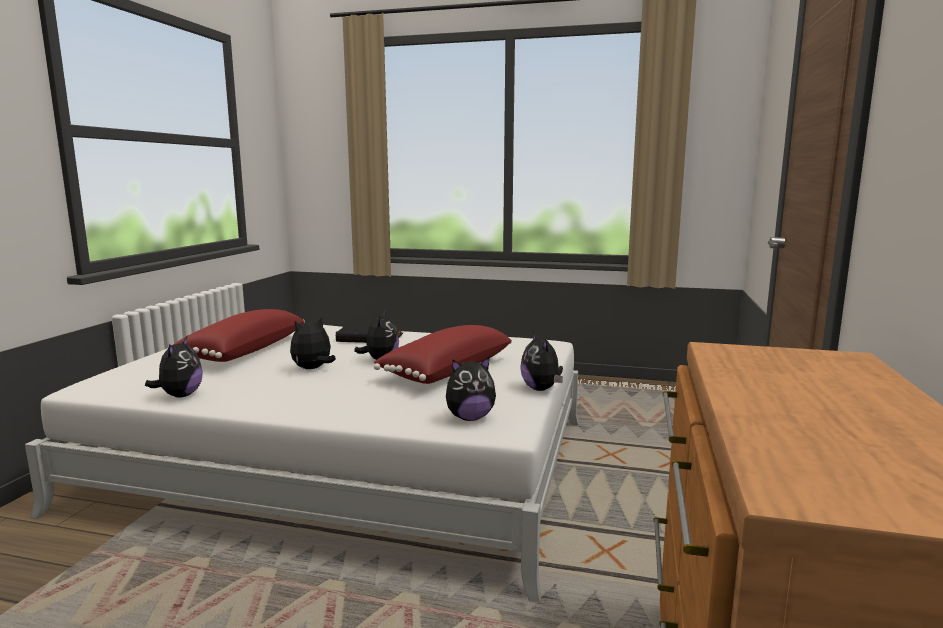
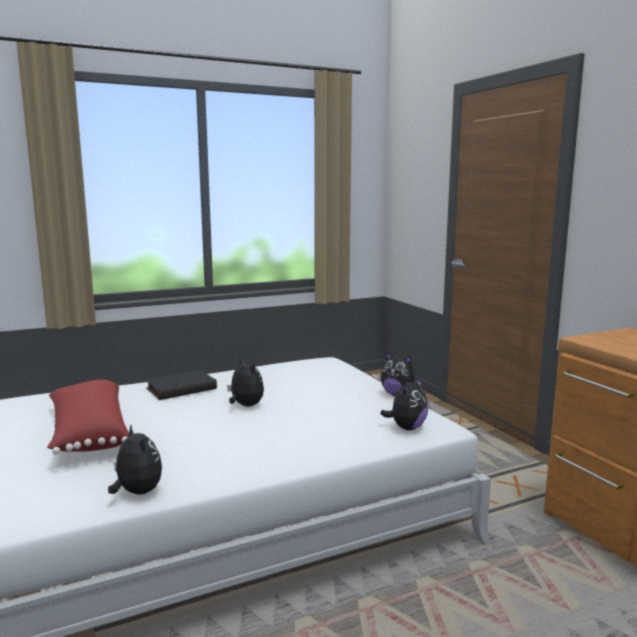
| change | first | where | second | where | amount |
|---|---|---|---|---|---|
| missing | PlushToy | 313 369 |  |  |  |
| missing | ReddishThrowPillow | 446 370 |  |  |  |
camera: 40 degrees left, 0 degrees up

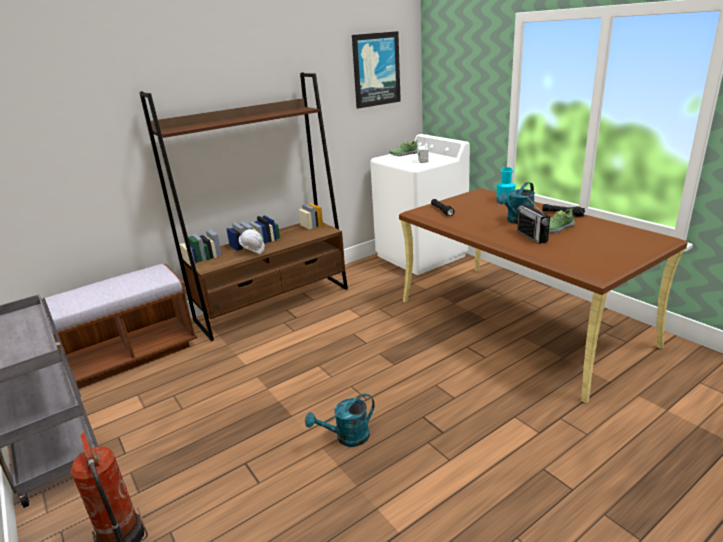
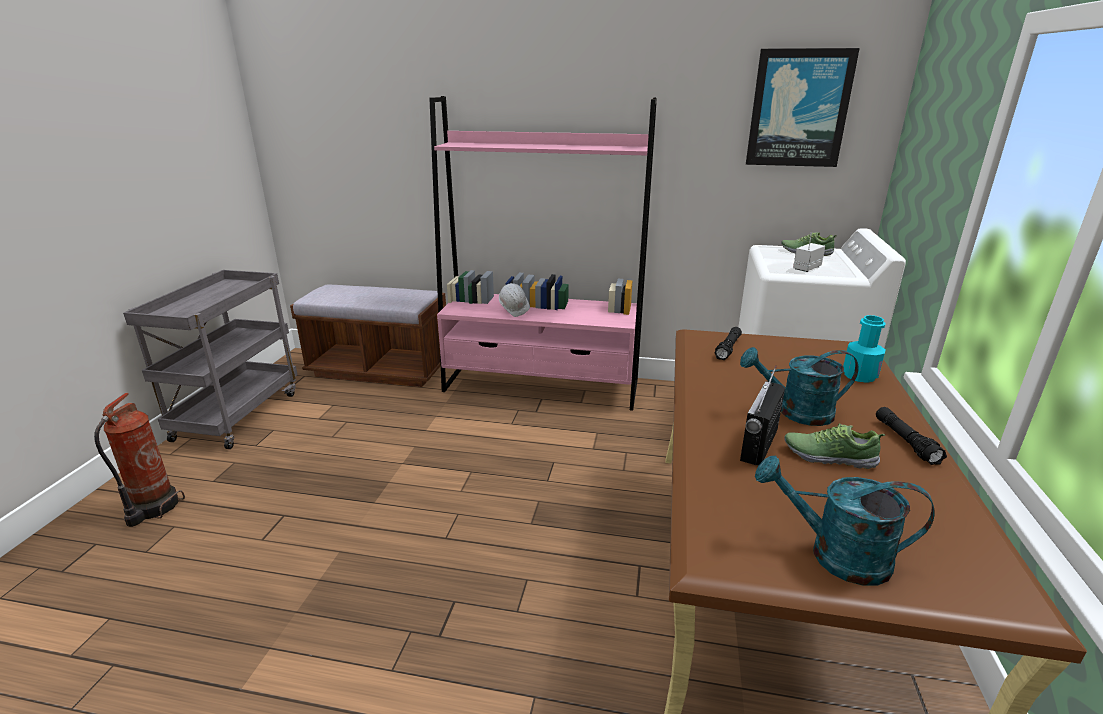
| change | first | where | second | where | amount |
|---|---|---|---|---|---|
| colour | BrownishShelvingUnit | 274 304 | PinkColouredShelvingUnit | 541 386 |  |
| relocated | BlueGreenSprinklingCan | 347 438 |  | 835 555 |  |
camera: 45 degrees right, 0 degrees up

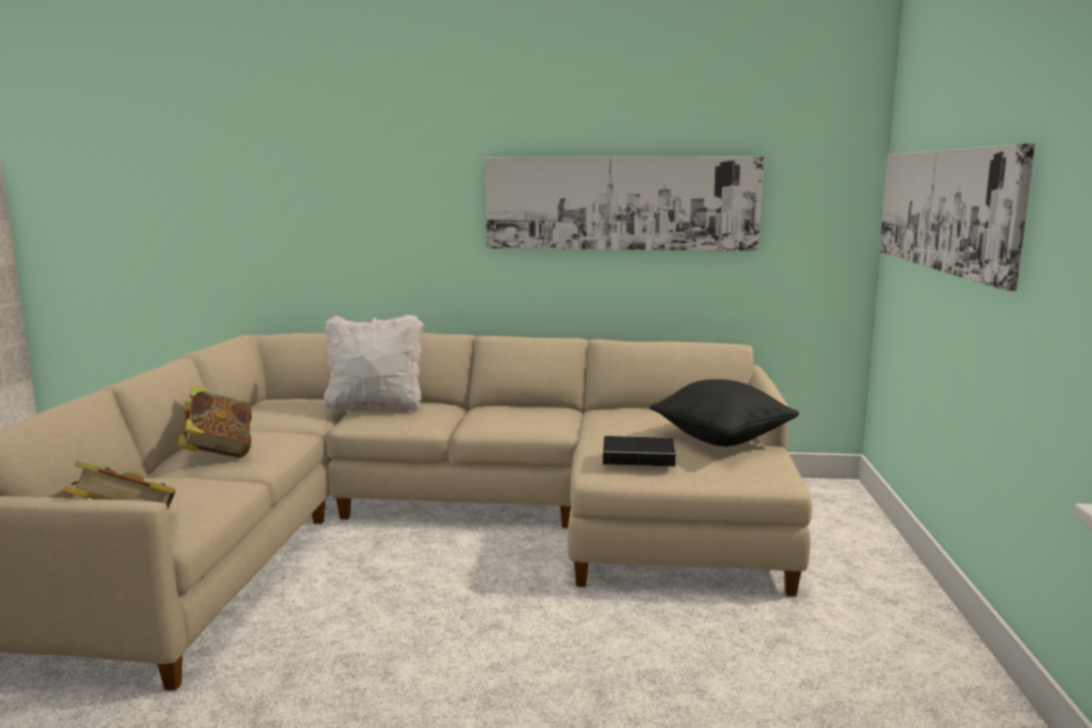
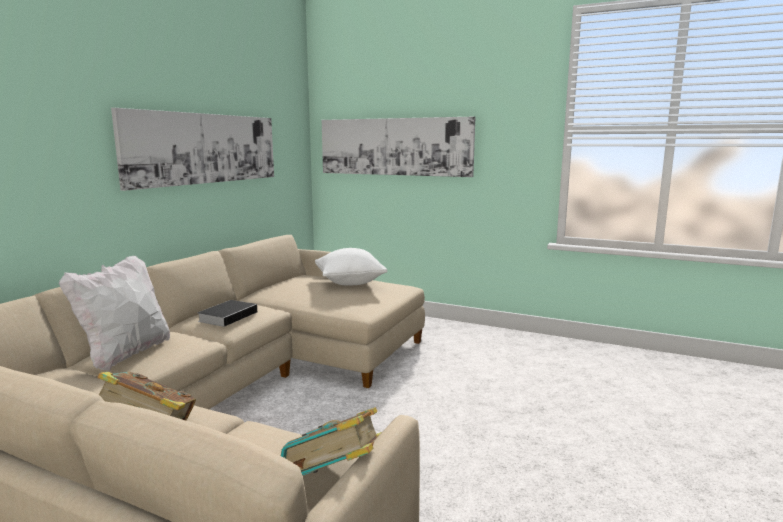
| change | first | where | second | where | amount |
|---|---|---|---|---|---|
| colour | BlackThrowPillow | 722 439 | WhiteThrowPillow | 350 282 |  |
| relocated | Book | 641 457 |  | 229 316 |  |
camera: 70 degrees left, 0 degrees up

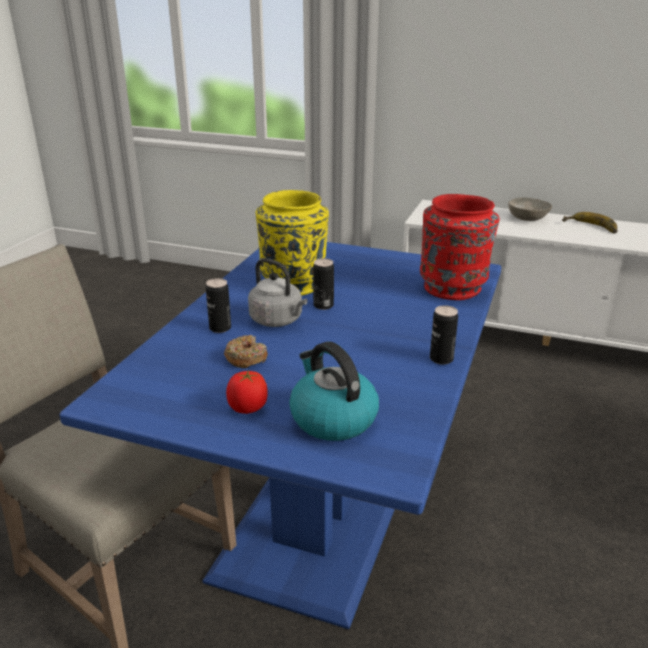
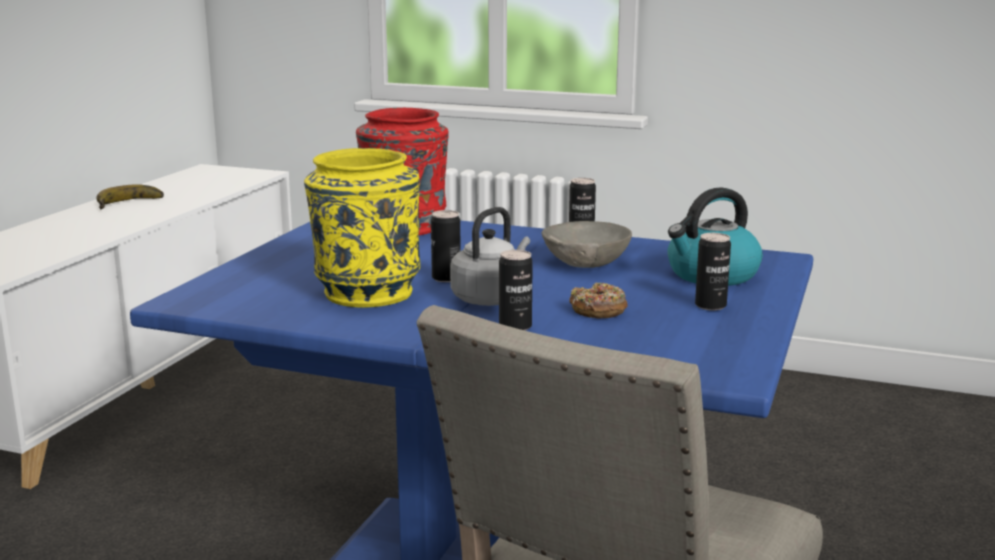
| change | first | where | second | where | amount |
|---|---|---|---|---|---|
| relocated | GreyishDeepDish | 527 219 |  | 587 264 |  |
| exchanged | Tomato | 247 408 | SealedCan | 710 306 |  |
camera: 90 degrees left, 10 degrees down

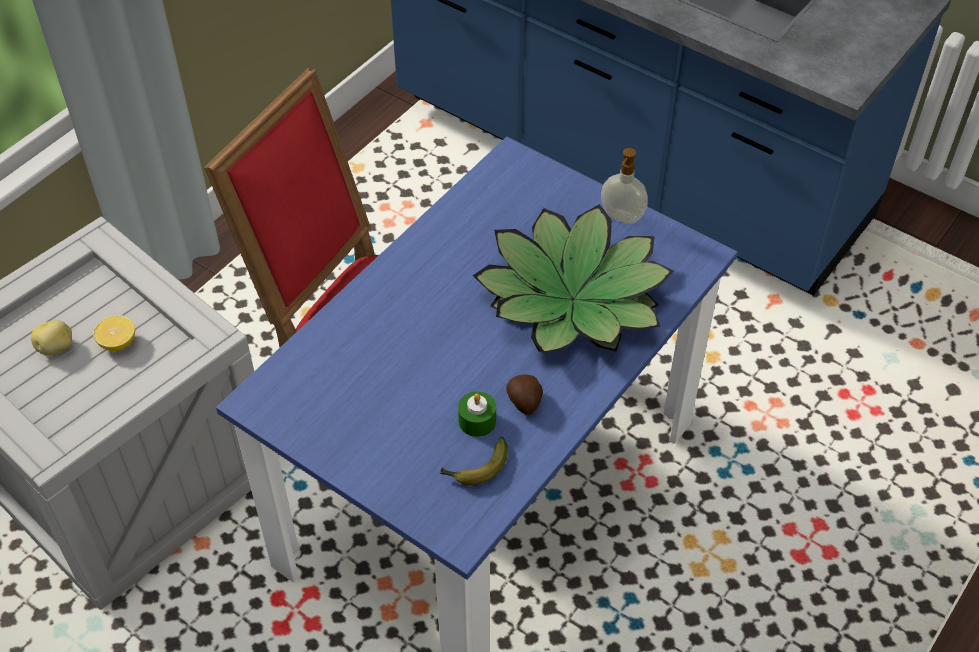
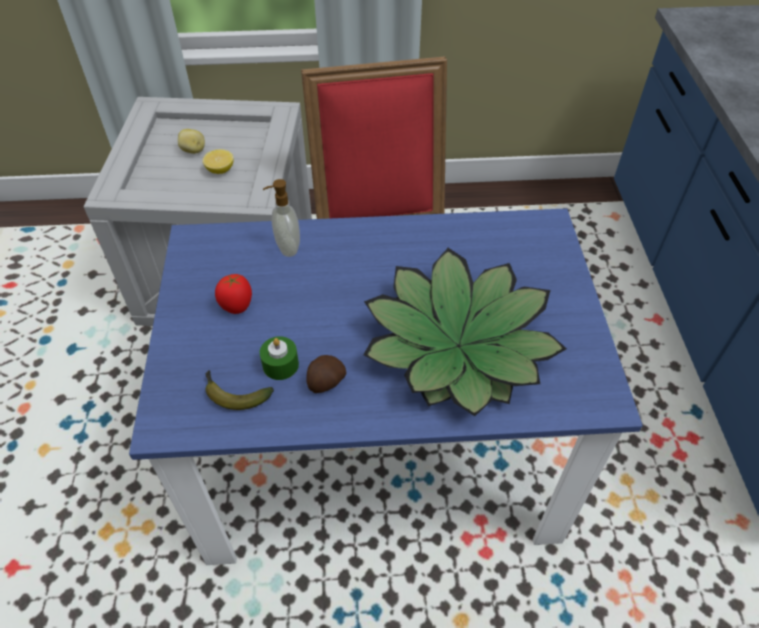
| change | first | where | second | where | amount |
|---|---|---|---|---|---|
| relocated | LiquidSoapBottle | 621 217 |  | 287 247 |  |
| appeared |  |  | Tomato | 237 307 |  |
camera: 50 degrees right, 0 degrees up

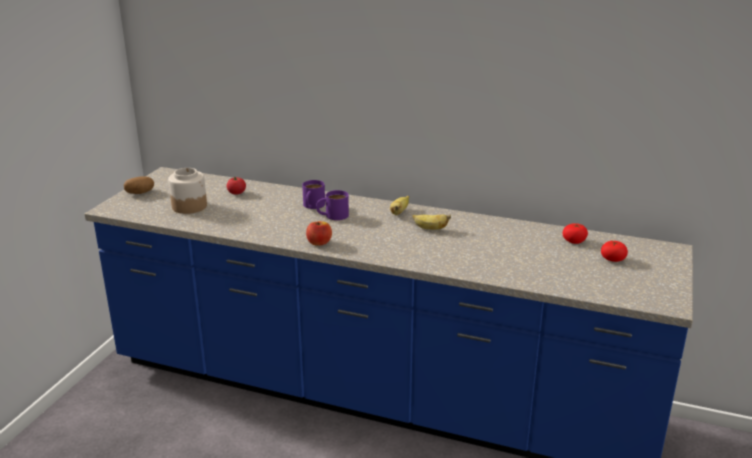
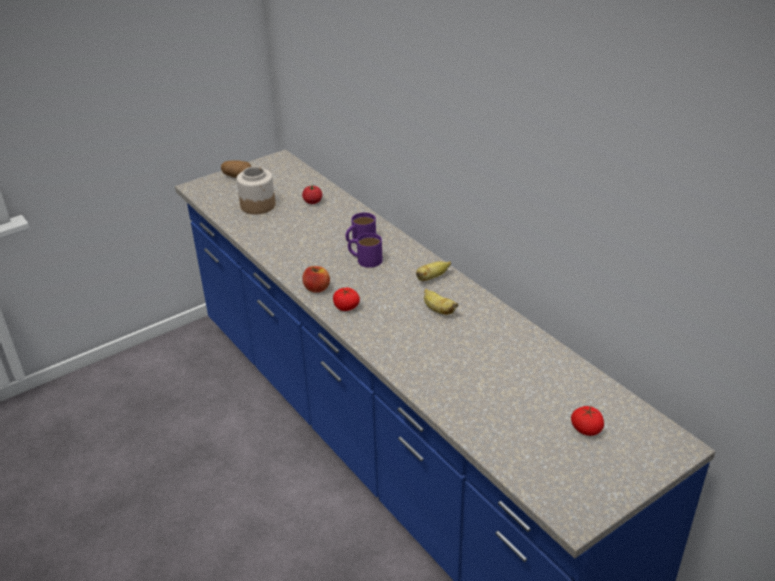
| change | first | where | second | where | amount |
|---|---|---|---|---|---|
| relocated | Tomato | 574 241 |  | 346 306 |  |
camera: 35 degrees right, 10 degrees up

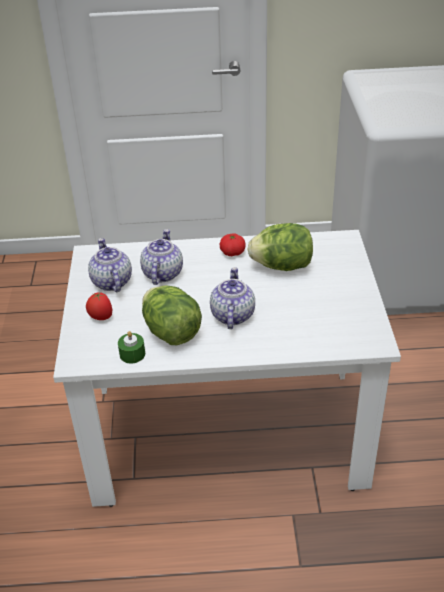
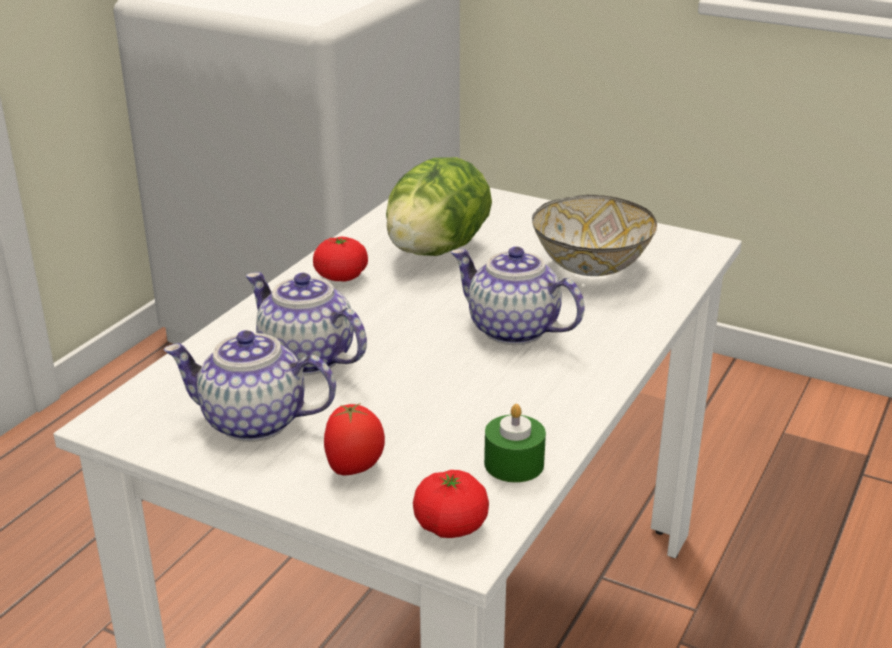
| change | first | where | second | where | amount |
|---|---|---|---|---|---|
| missing | HeadOfLettuce | 171 332 |  |  |  |
| appeared |  |  | DeepDish | 590 267 |  |
| appeared |  |  | Tomato | 450 525 |  |
camera: 60 degrees left, 10 degrees down

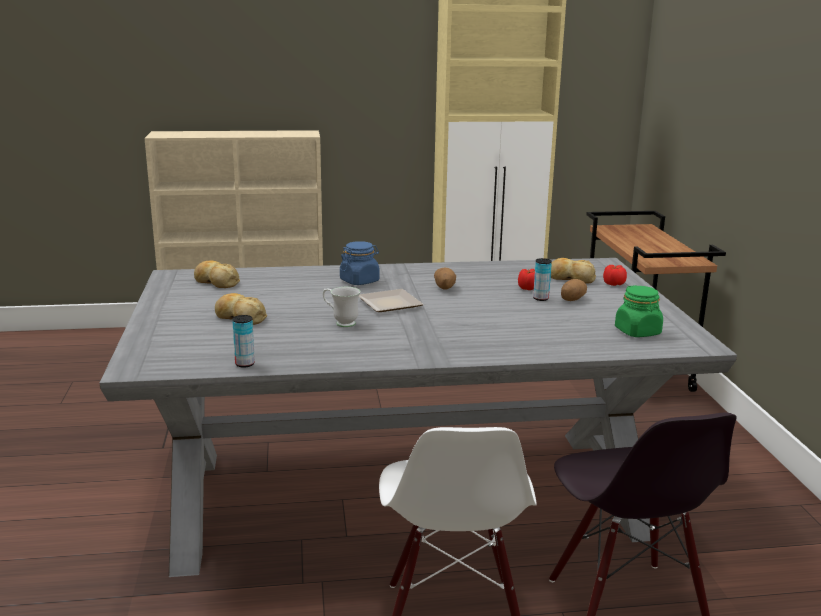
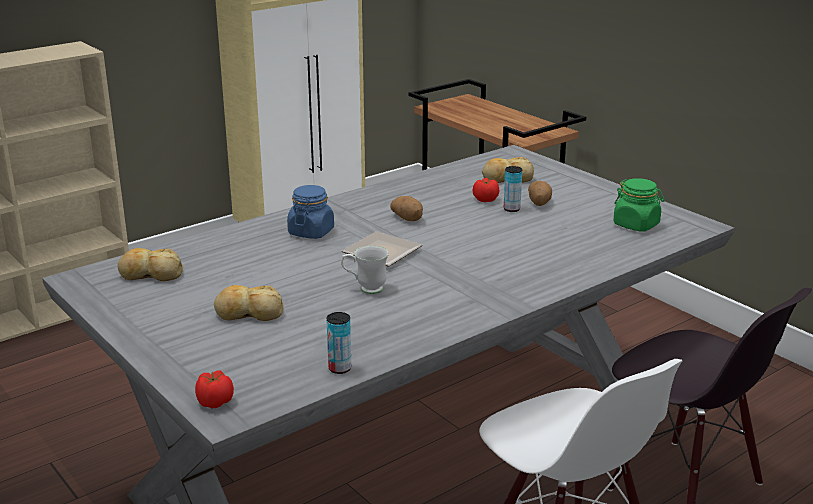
| change | first | where | second | where | amount |
|---|---|---|---|---|---|
| relocated | Tomato | 613 284 |  | 214 402 |  |
camera: 30 degrees left, 5 degrees up

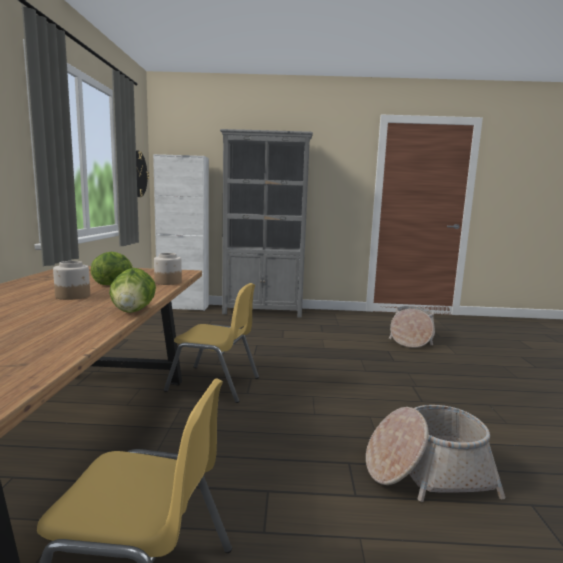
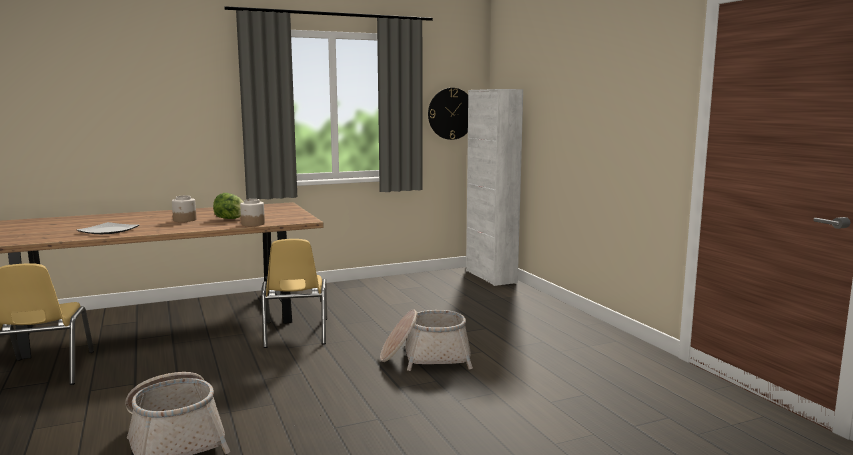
| change | first | where | second | where | amount |
|---|---|---|---|---|---|
| missing | GreyishShelvingUnit | 263 311 |  |  |  |
| missing | HeadOfLettuce | 133 311 |  |  |  |
| relocated | HouseholdBasket | 411 338 |  | 425 358 |  |
| appeared |  |  | DinnerPlate | 108 231 |  |
camera: 65 degrees right, 0 degrees up

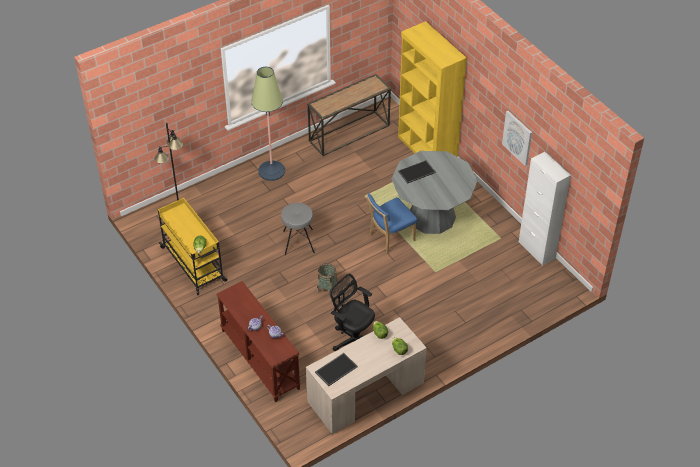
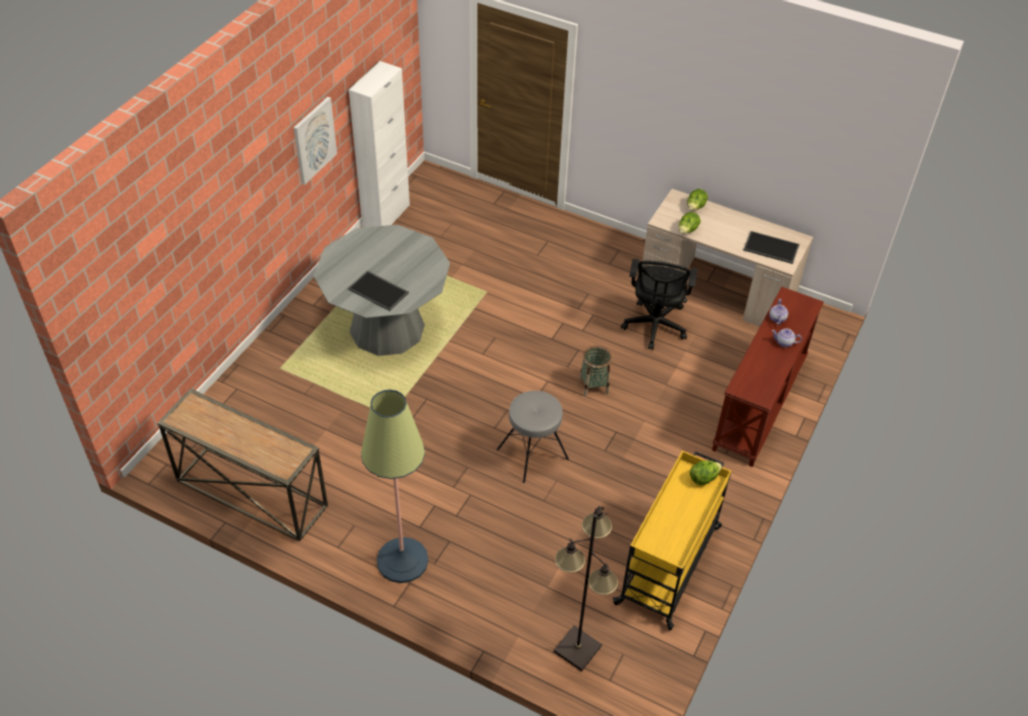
| change | first | where | second | where | amount |
|---|---|---|---|---|---|
| missing | YellowishShelvingUnit | 427 150 |  |  |  |
| missing | BluishUprightChair | 390 238 |  |  |  |
camera: 120 degrees left, 0 degrees up

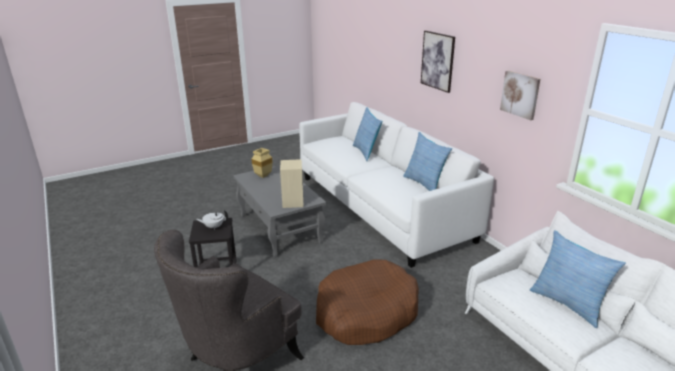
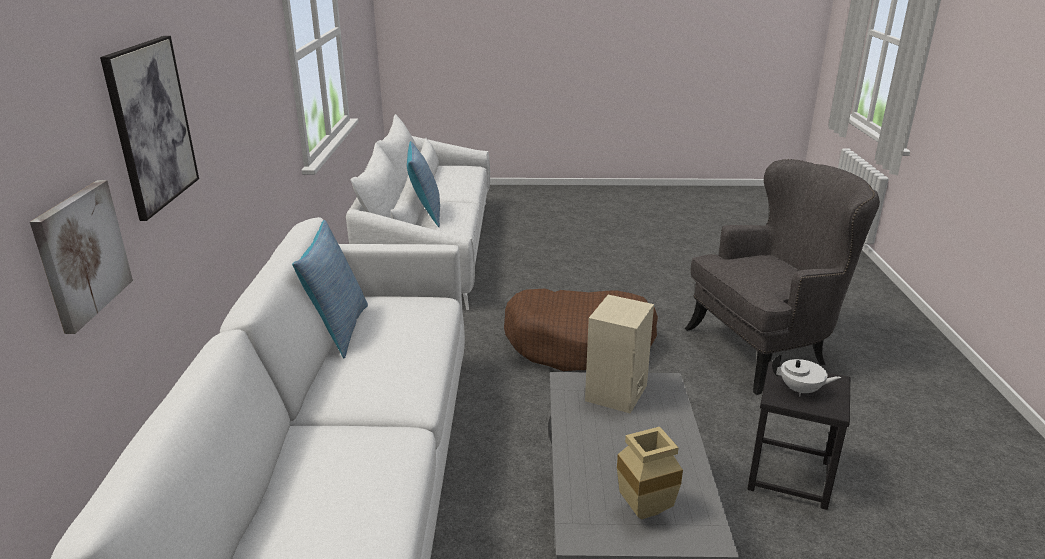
| change | first | where | second | where | amount |
|---|---|---|---|---|---|
| relocated | WallArt | 520 94 |  | 81 254 |  |
| missing | ThrowPillow | 366 152 |  |  |  |
camera: 150 degrees left, 0 degrees up

